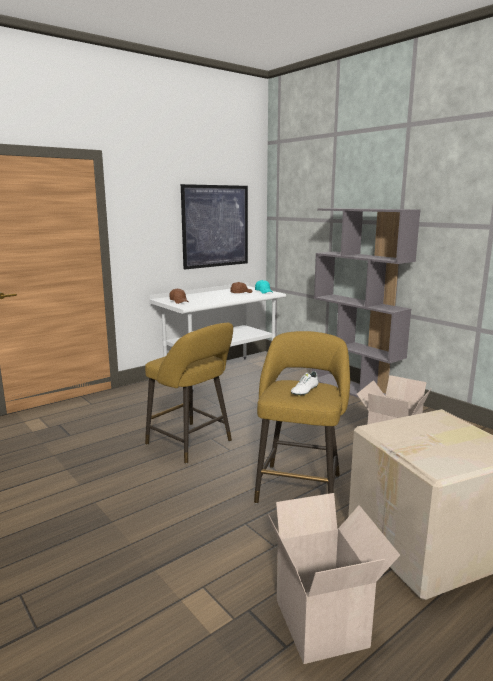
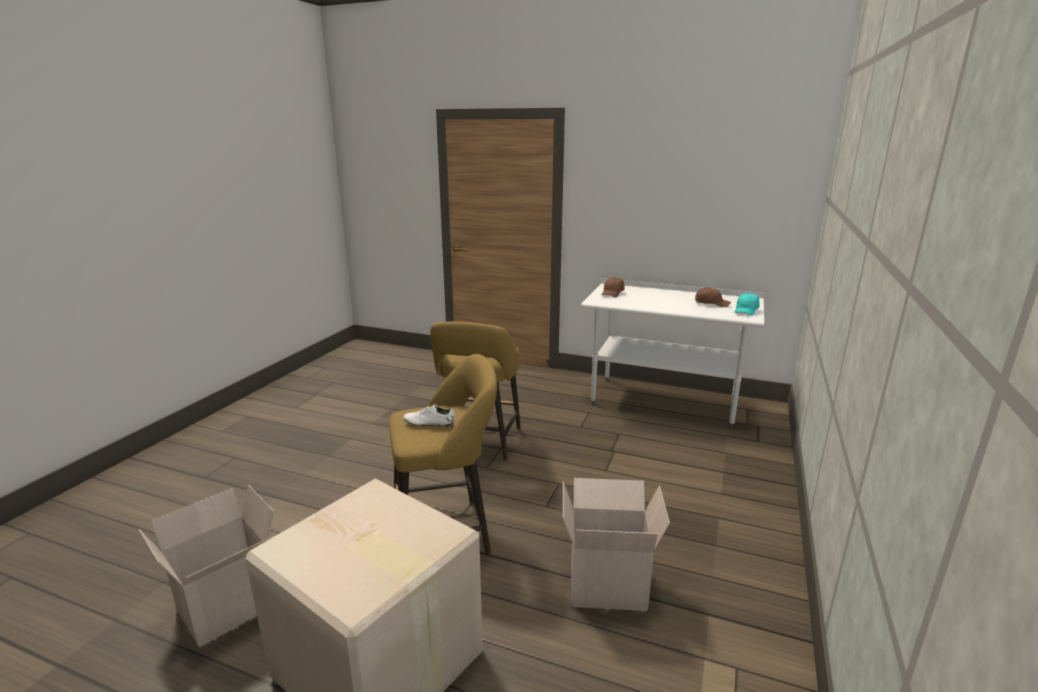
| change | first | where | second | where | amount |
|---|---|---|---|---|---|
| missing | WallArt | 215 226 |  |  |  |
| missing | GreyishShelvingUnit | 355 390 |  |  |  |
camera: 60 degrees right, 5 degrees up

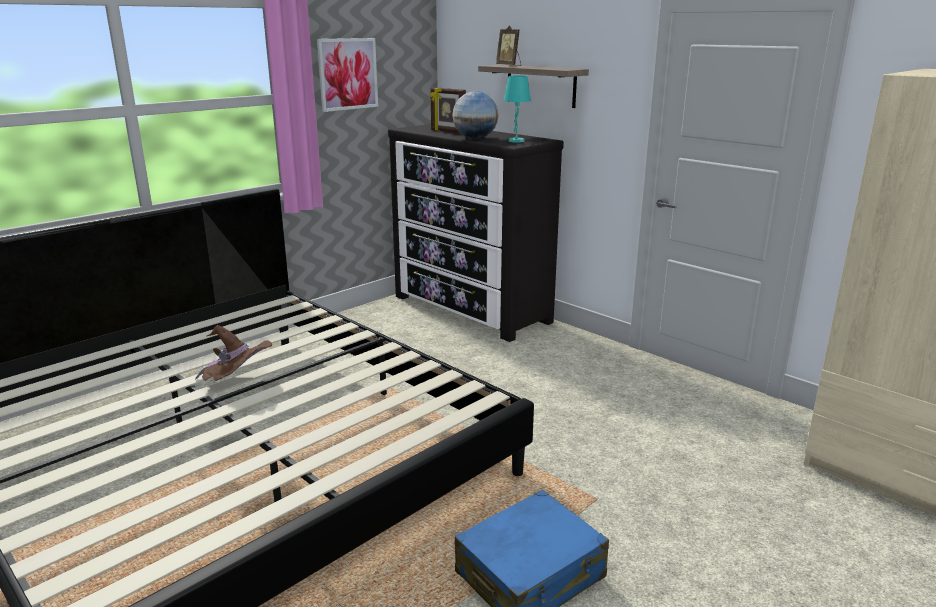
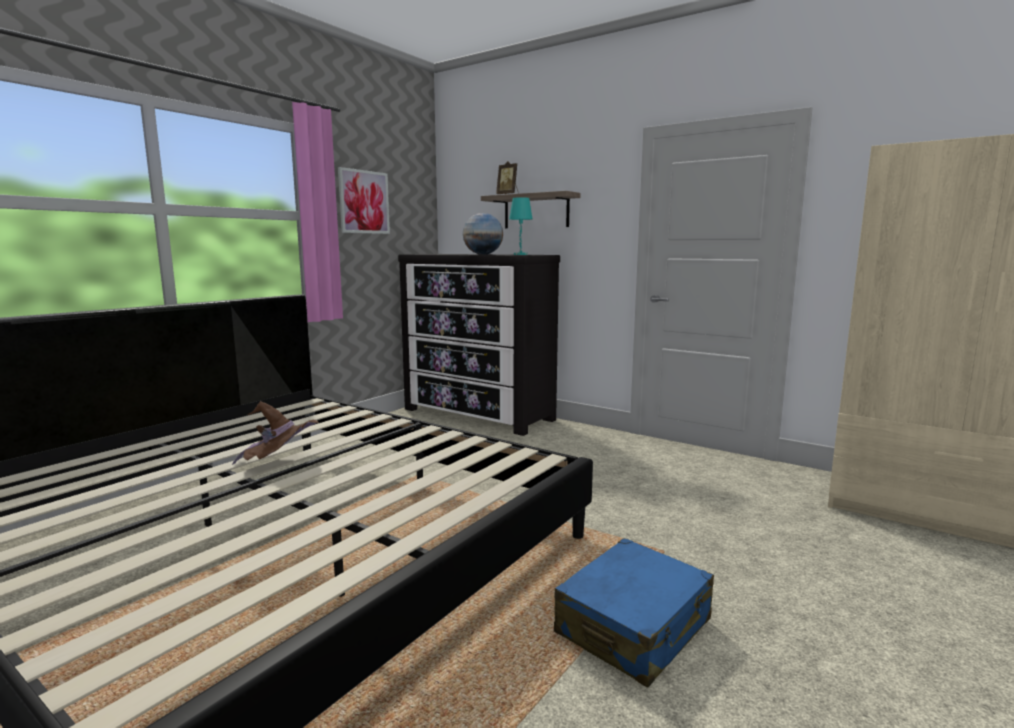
| change | first | where | second | where | amount |
|---|---|---|---|---|---|
| missing | PictureFrame | 447 131 |  |  |  |
camera: 10 degrees left, 10 degrees down

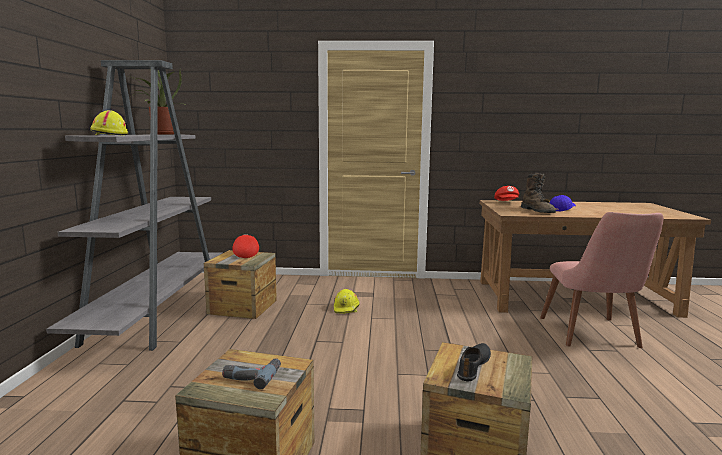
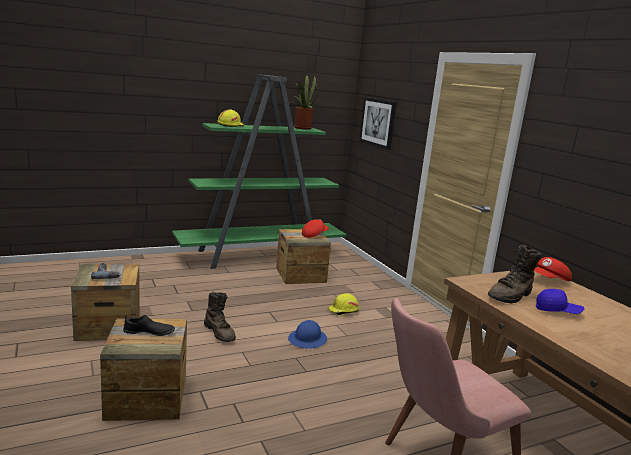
| change | first | where | second | where | amount |
|---|---|---|---|---|---|
| colour | GreyishShelvingUnit | 157 313 | GreenColouredShelvingUnit | 261 255 |  |
| appeared |  |  | WallArt | 378 122 |  |
| appeared |  |  | BrownishTallBoot | 220 333 |  |
| appeared |  |  | BluishHardHat | 307 339 |  |
camera: 60 degrees right, 5 degrees up

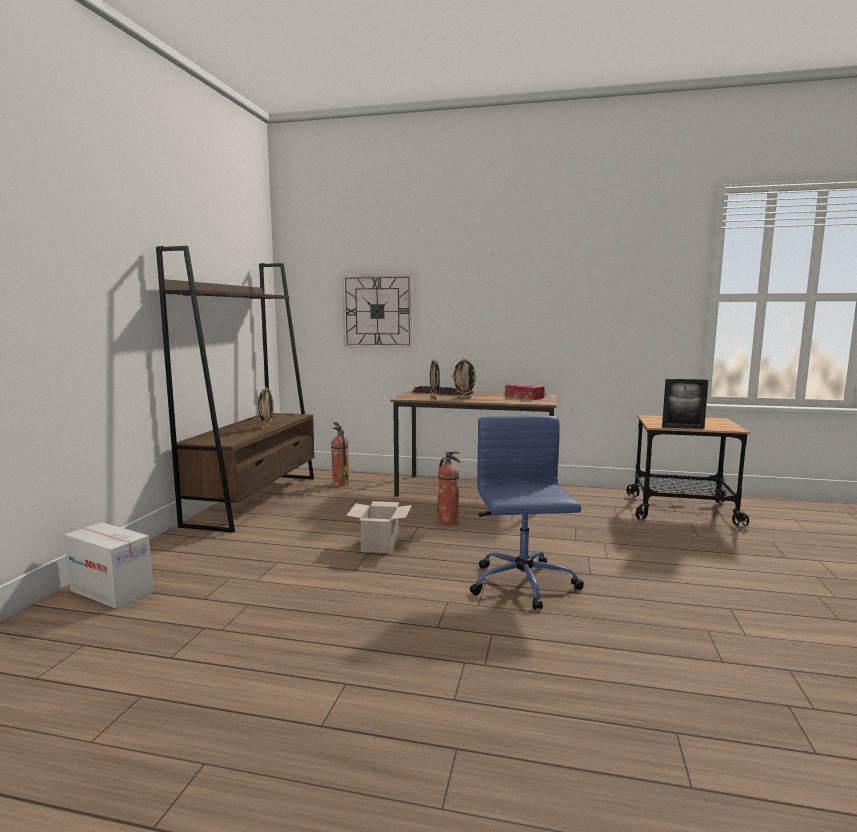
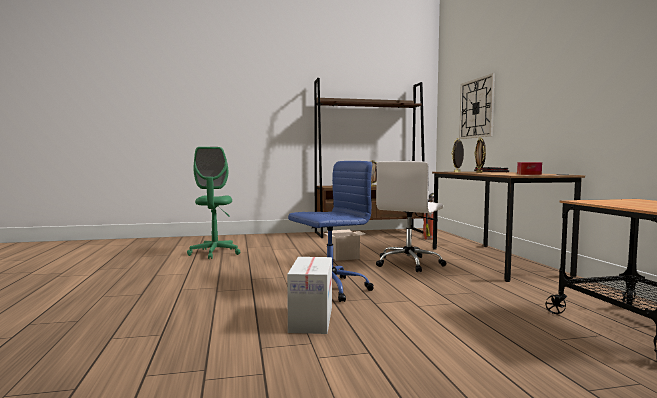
| change | first | where | second | where | amount |
|---|---|---|---|---|---|
| missing | PictureFrame | 683 427 |  |  |  |
| exchanged | FireExtinguisher | 449 522 | WhiteDeskChair | 409 263 |  |
| relocated | CardboardBox | 112 591 |  | 311 319 |  |
| appeared |  |  | GreenColouredDeskChair | 215 253 |  |
camera: 65 degrees right, 5 degrees down

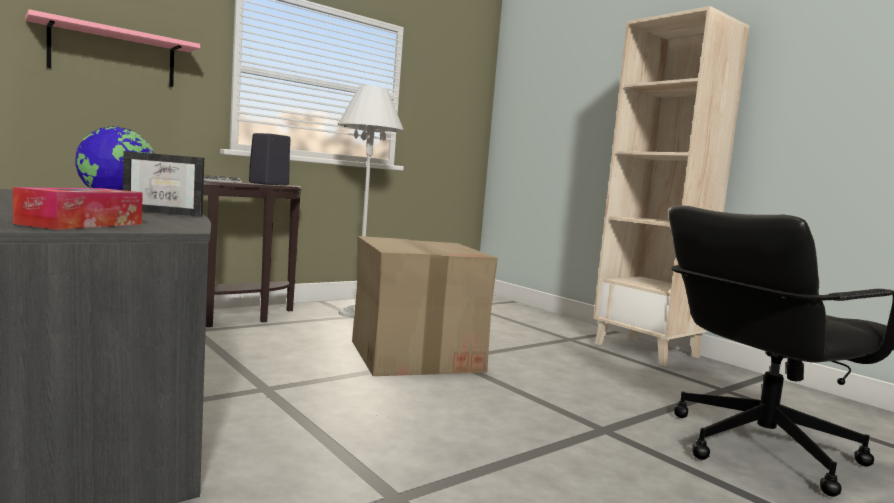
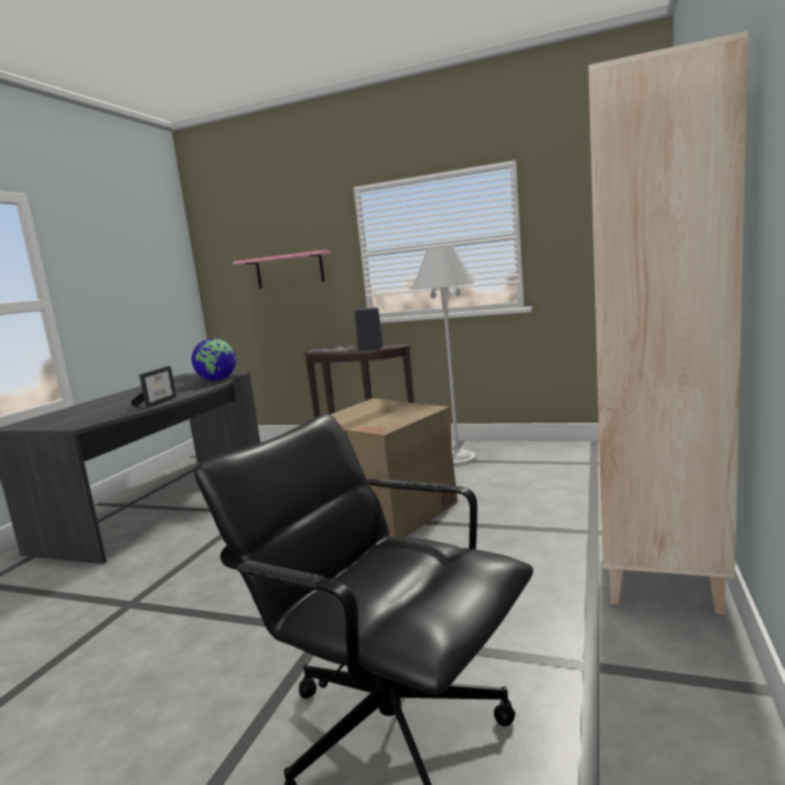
| change | first | where | second | where | amount |
|---|---|---|---|---|---|
| spun | PictureFrame | 168 213 |  | 158 402 | 135 degrees counterclockwise |
| missing | TissueHolder | 81 224 |  |  |  |
camera: 60 degrees right, 5 degrees up

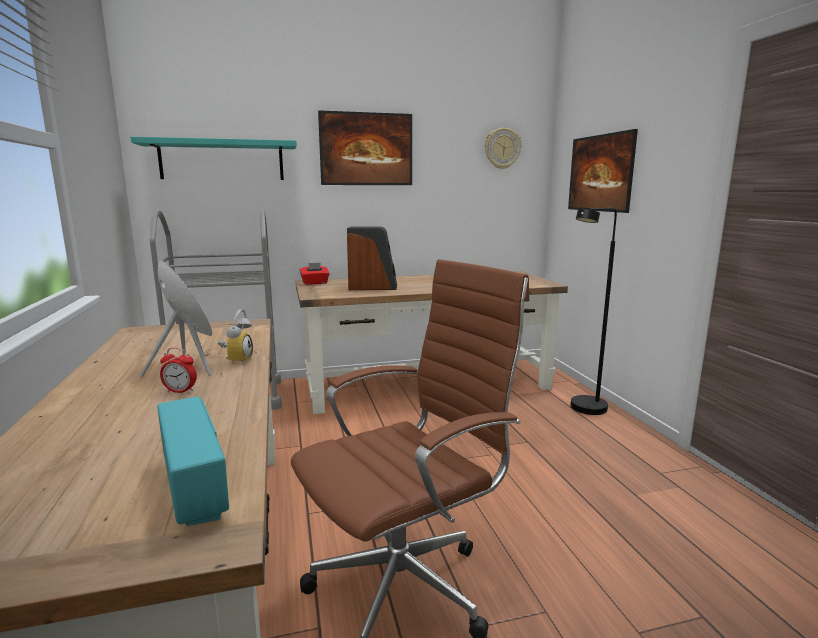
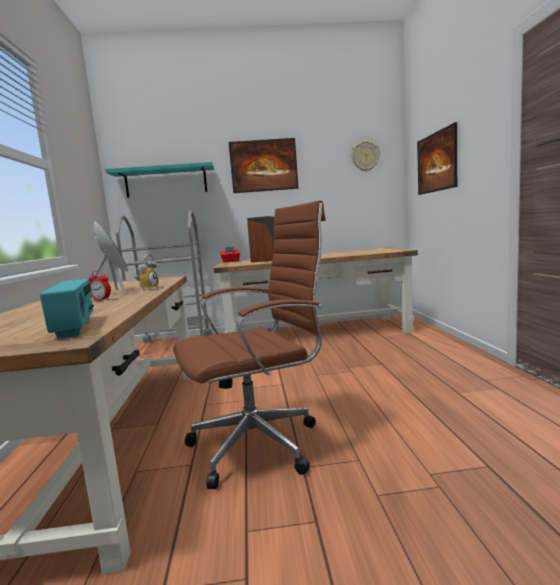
| change | first | where | second | where | amount |
|---|---|---|---|---|---|
| missing | BlackFloorLamp | 584 411 |  |  |  |
camera: 10 degrees right, 5 degrees down

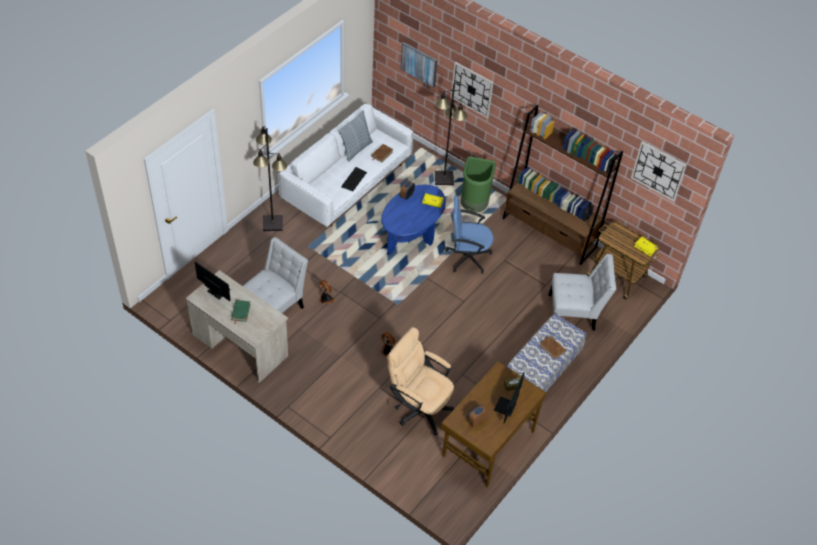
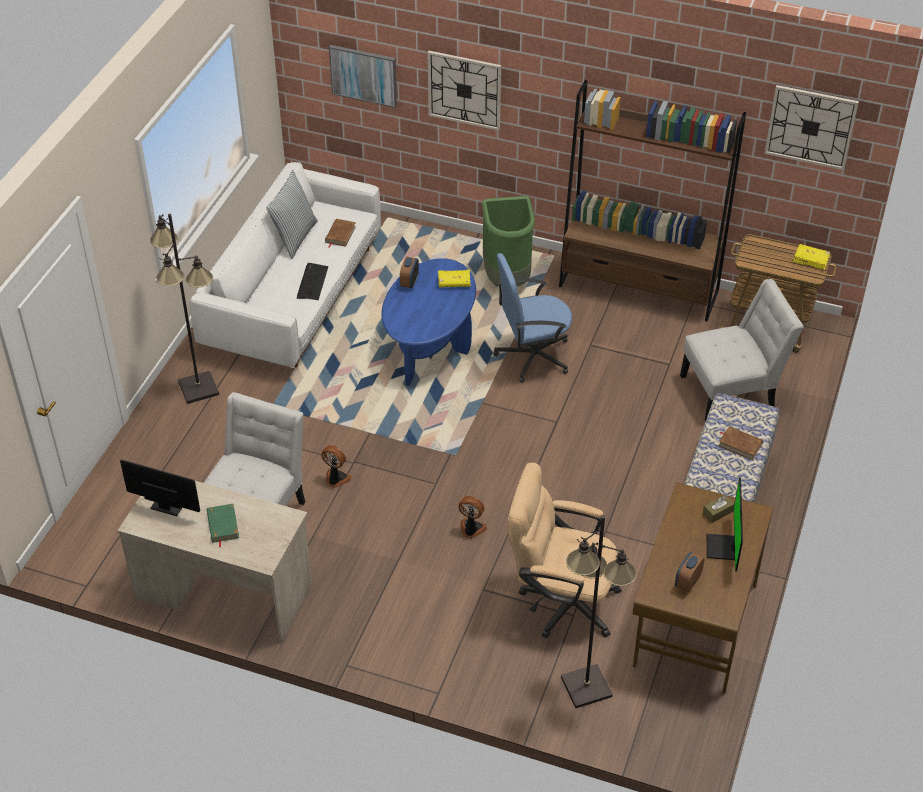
| change | first | where | second | where | amount |
|---|---|---|---|---|---|
| relocated | BlackFloorLamp | 443 178 |  | 585 686 |  |
camera: 15 degrees left, 5 degrees down

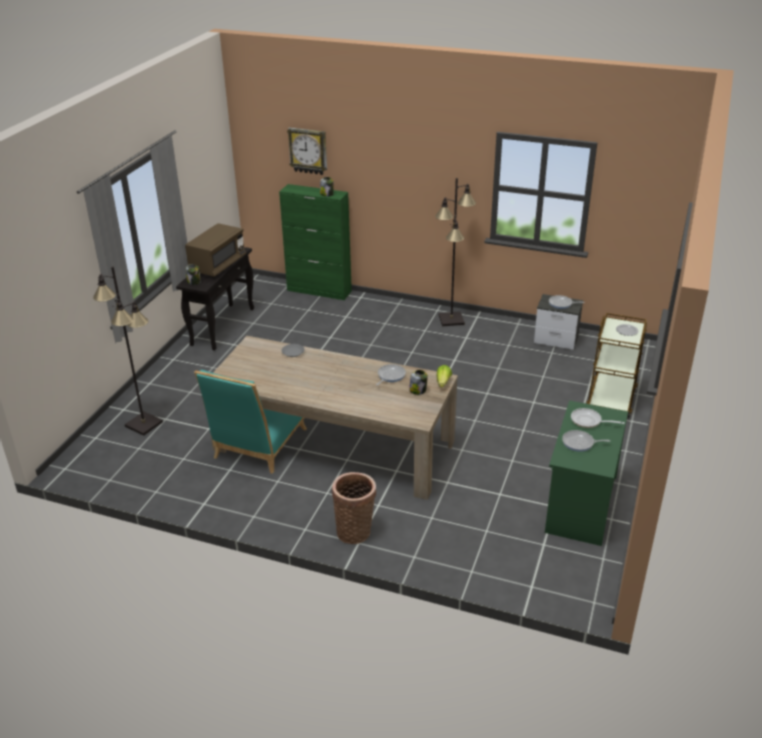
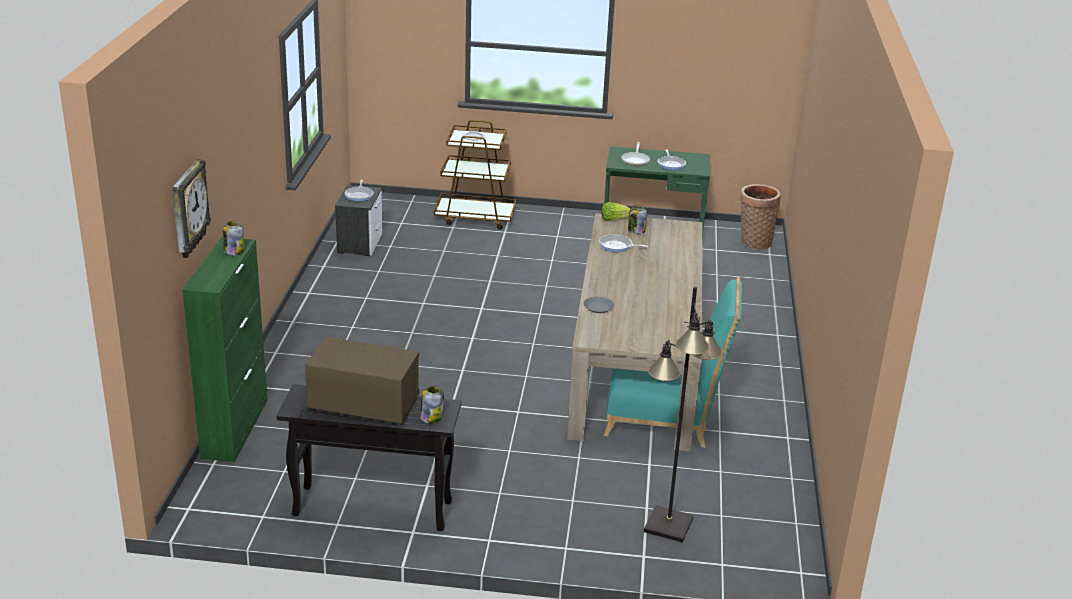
| change | first | where | second | where | amount |
|---|---|---|---|---|---|
| missing | BlackFloorLamp | 451 320 |  |  |  |
| relocated | HouseholdBasket | 355 531 |  | 754 242 |  |
camera: 105 degrees left, 5 degrees down

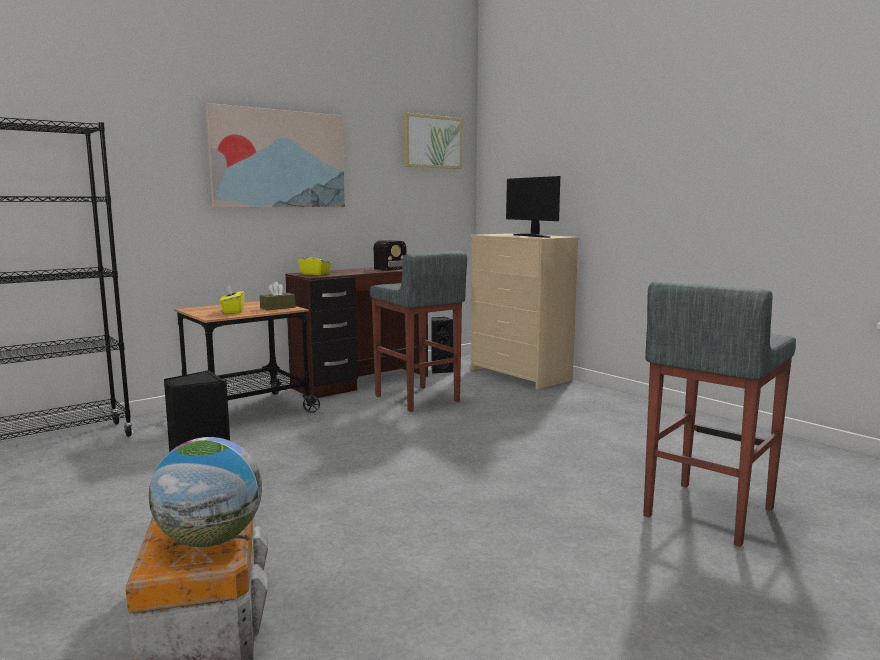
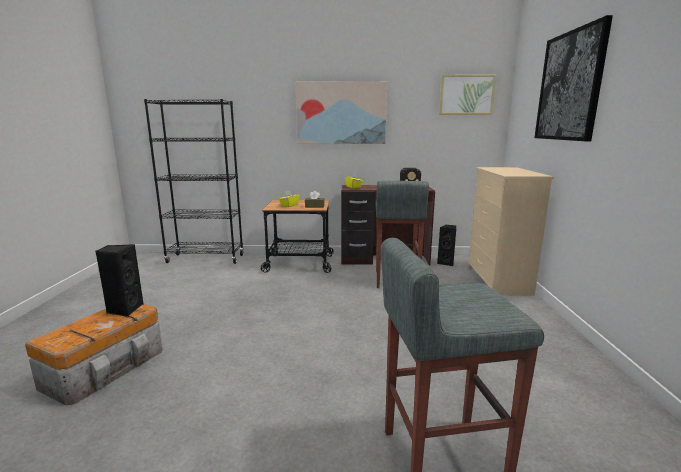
| change | first | where | second | where | amount |
|---|---|---|---|---|---|
| missing | ComputerDisplay | 532 236 |  |  |  |
| missing | Globe | 210 540 |  |  |  |
| appeared |  |  | WallArt | 569 86 |  |
camera: 40 degrees right, 5 degrees up

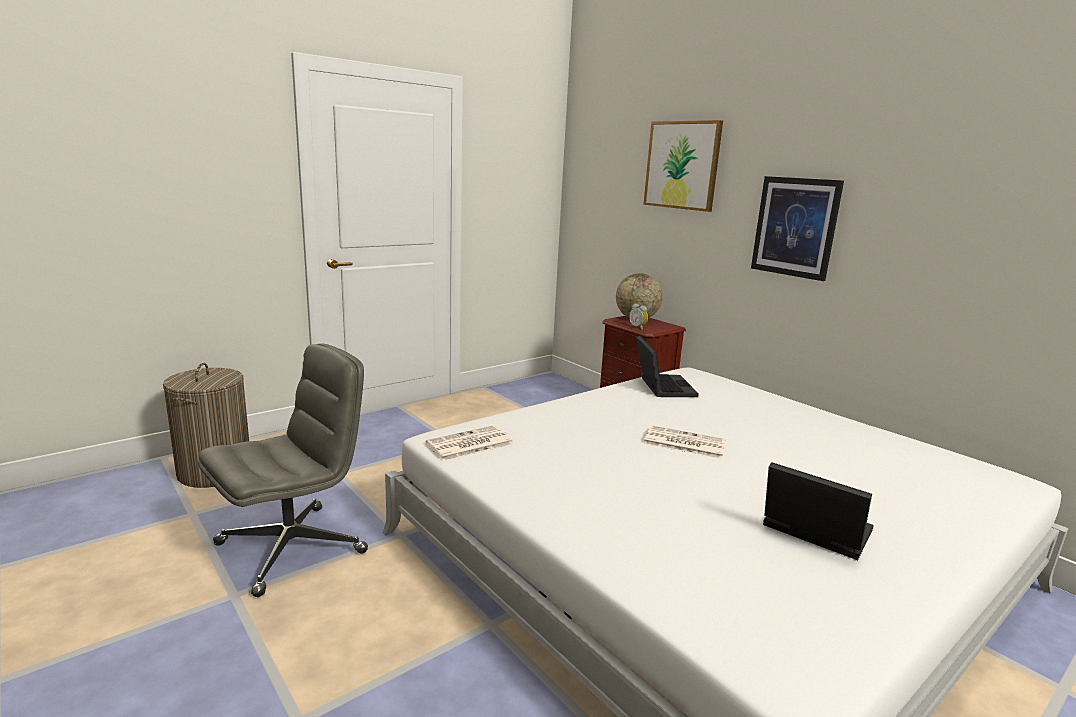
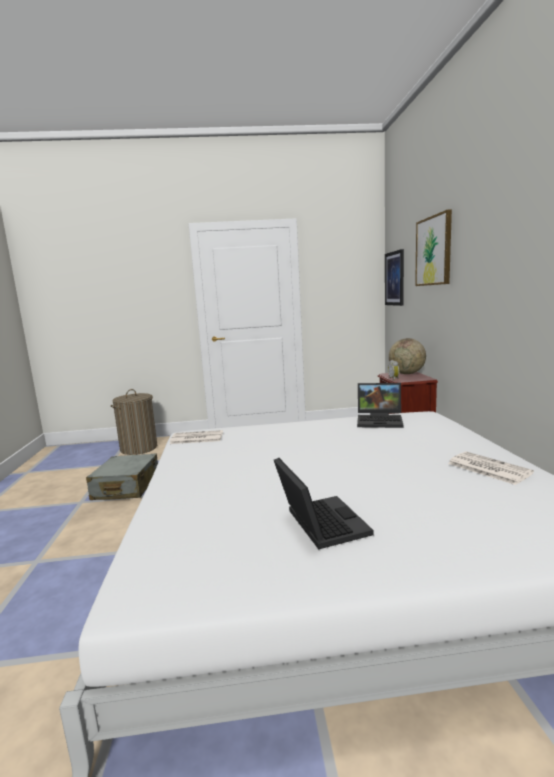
| change | first | where | second | where | amount |
|---|---|---|---|---|---|
| relocated | WallArt | 795 227 |  | 394 278 |  |
| spun | NotebookComputer | 661 386 |  | 380 420 | 75 degrees clockwise |
| exchanged | GreyishDeskChair | 293 547 | GreyishPieceOfLuggage | 126 487 |  |
| relocated | Newspaper | 683 443 |  | 487 468 |  |
camera: 35 degrees right, 5 degrees down

